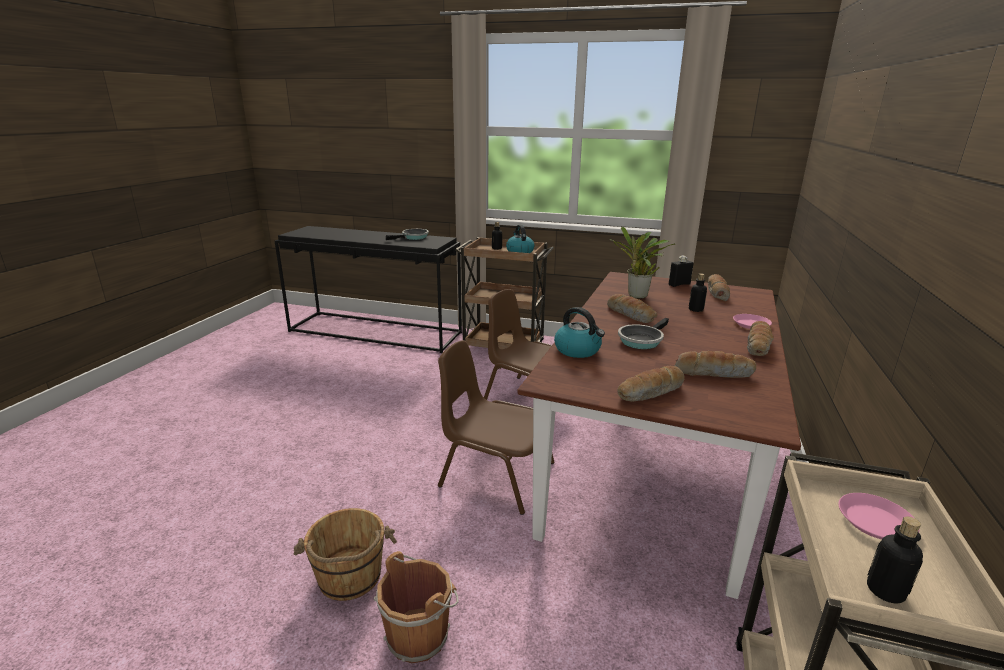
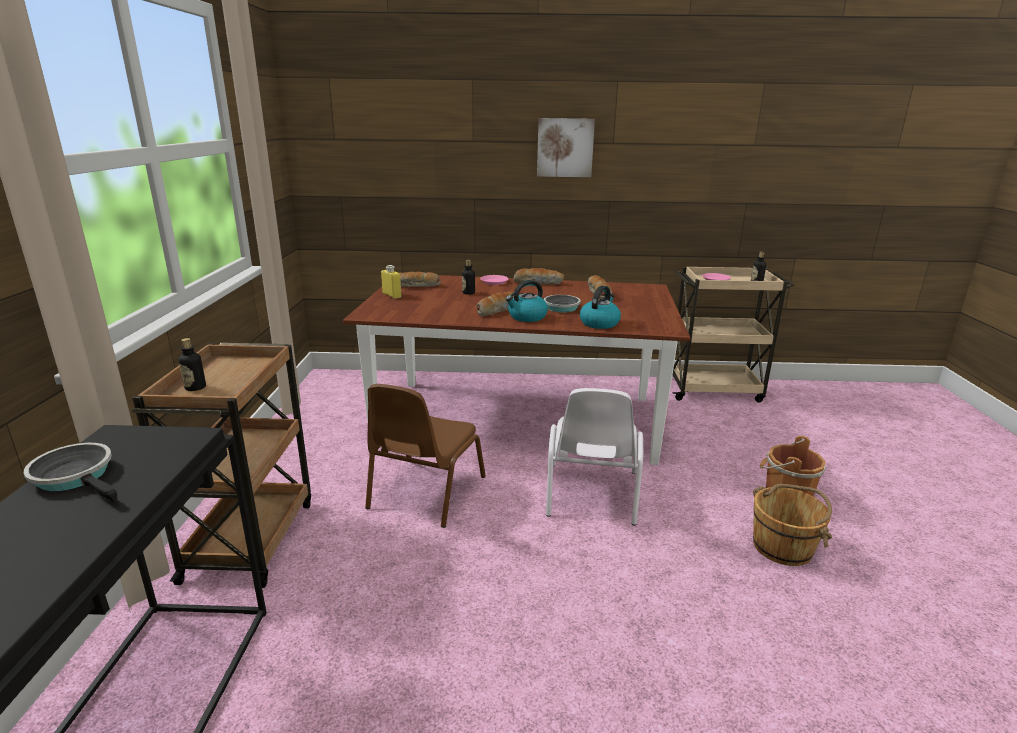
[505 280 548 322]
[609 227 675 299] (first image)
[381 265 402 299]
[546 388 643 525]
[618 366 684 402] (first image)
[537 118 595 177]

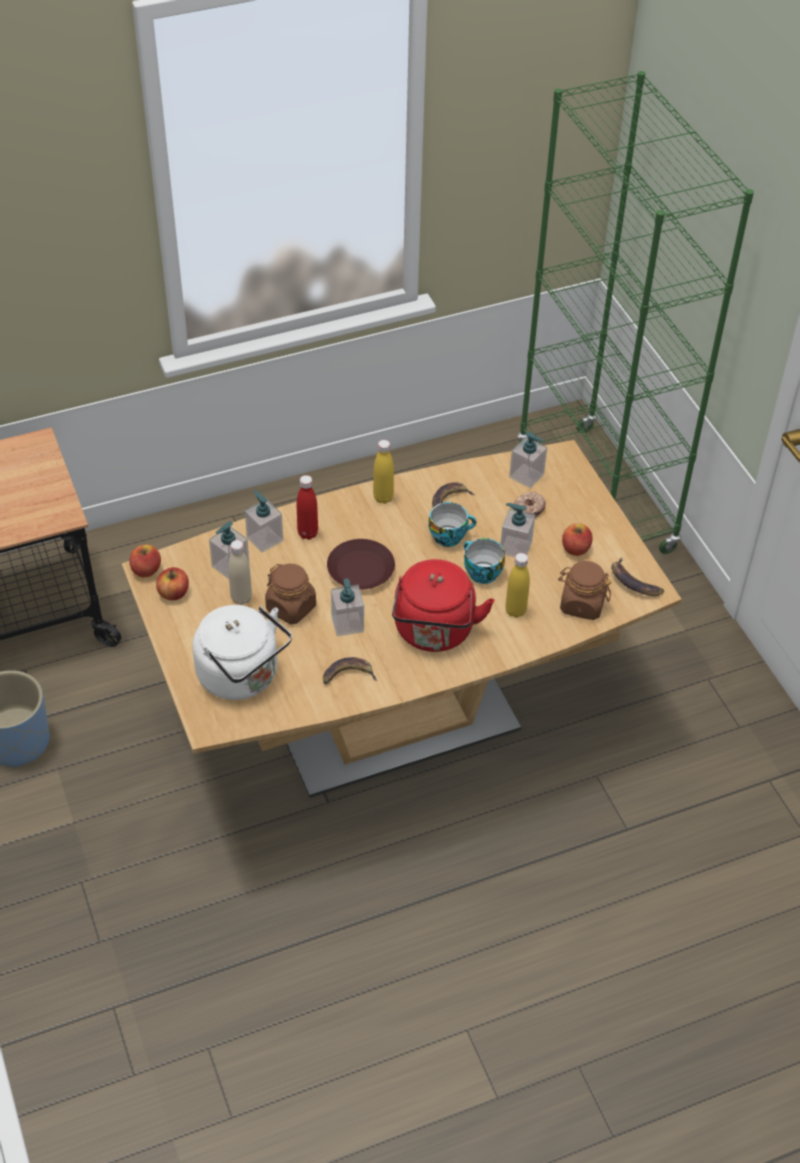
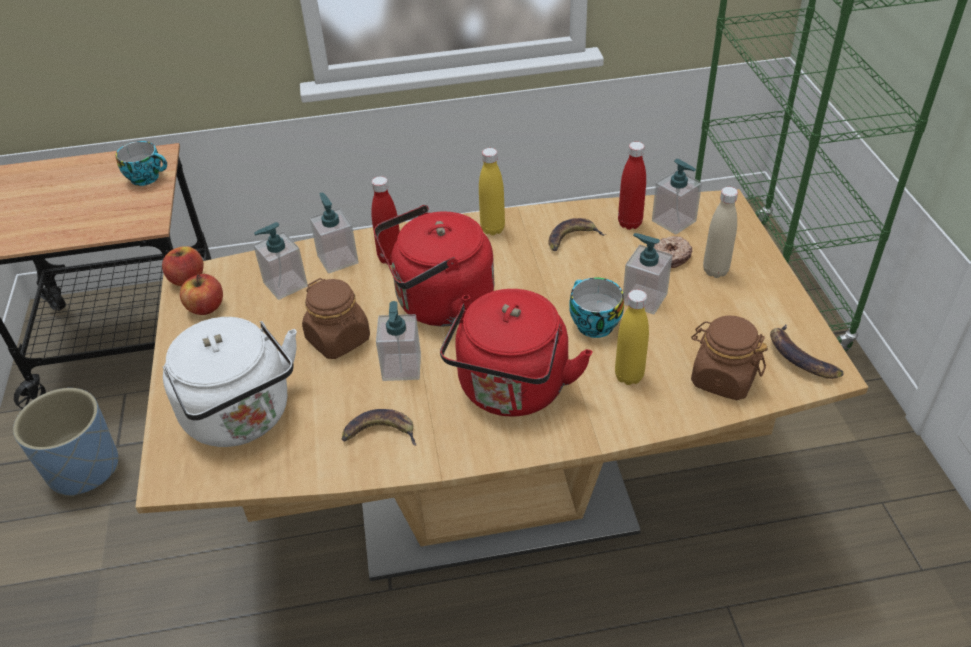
[116 141 167 186]
[562 523 593 556] (first image)
[374 205 494 326]
[703 187 738 278]
[618 142 646 230]

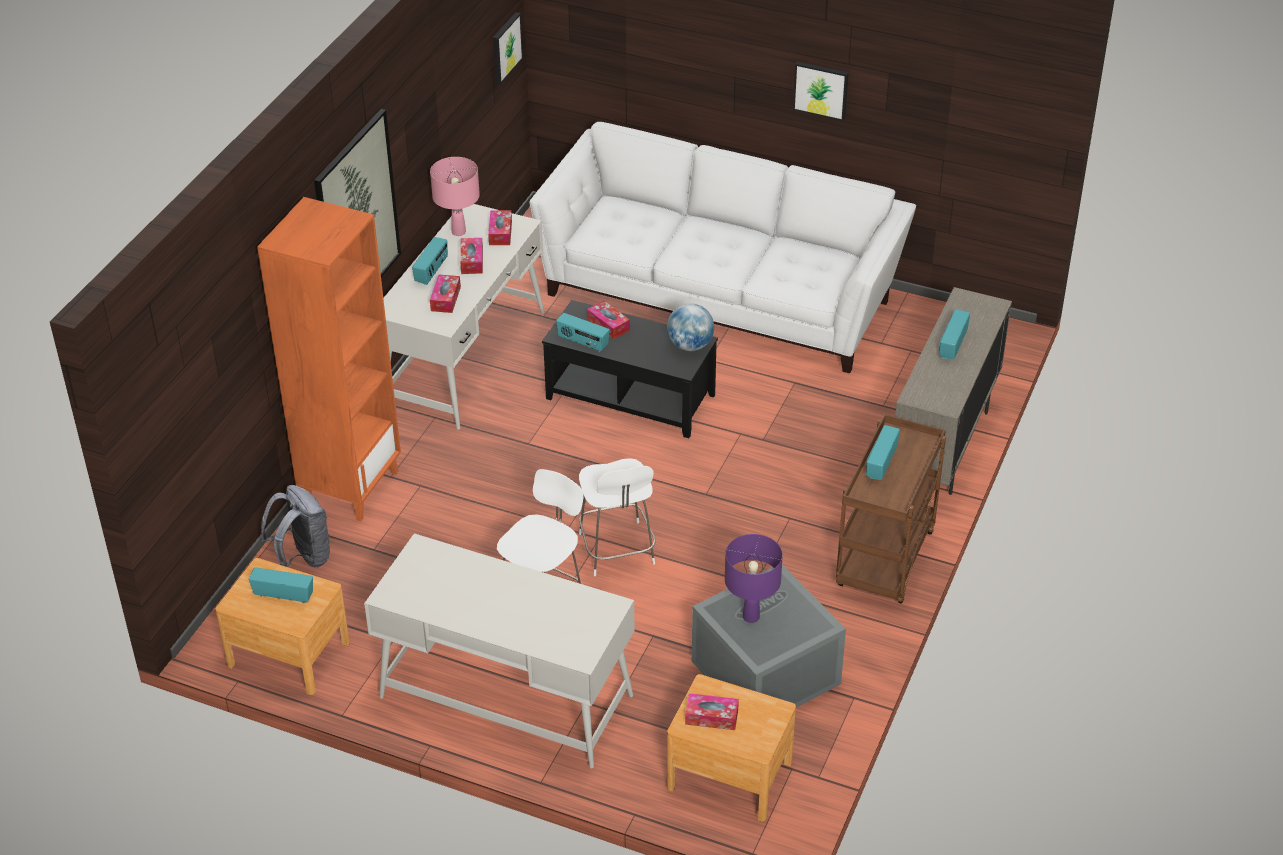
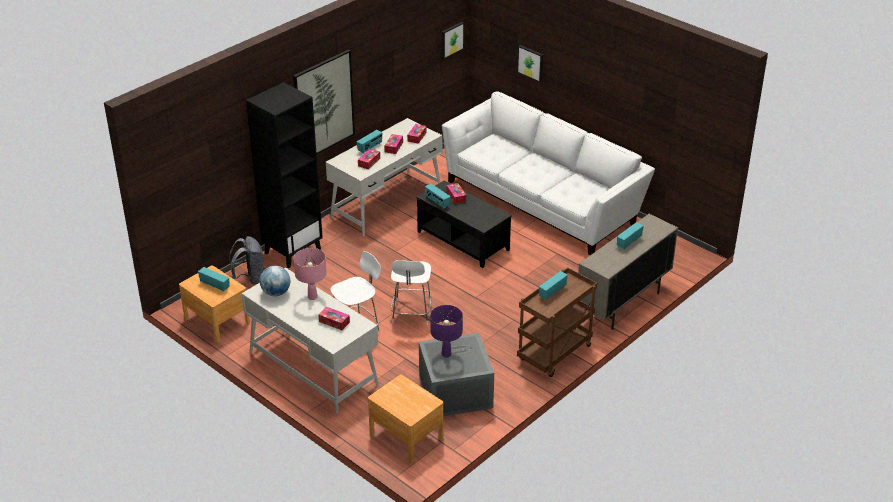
[517 45 543 82]
[293 248 327 300]
[246 82 323 268]
[260 266 290 296]
[318 307 350 330]

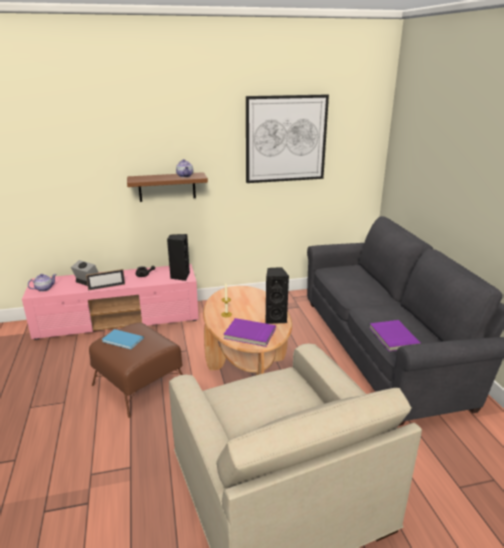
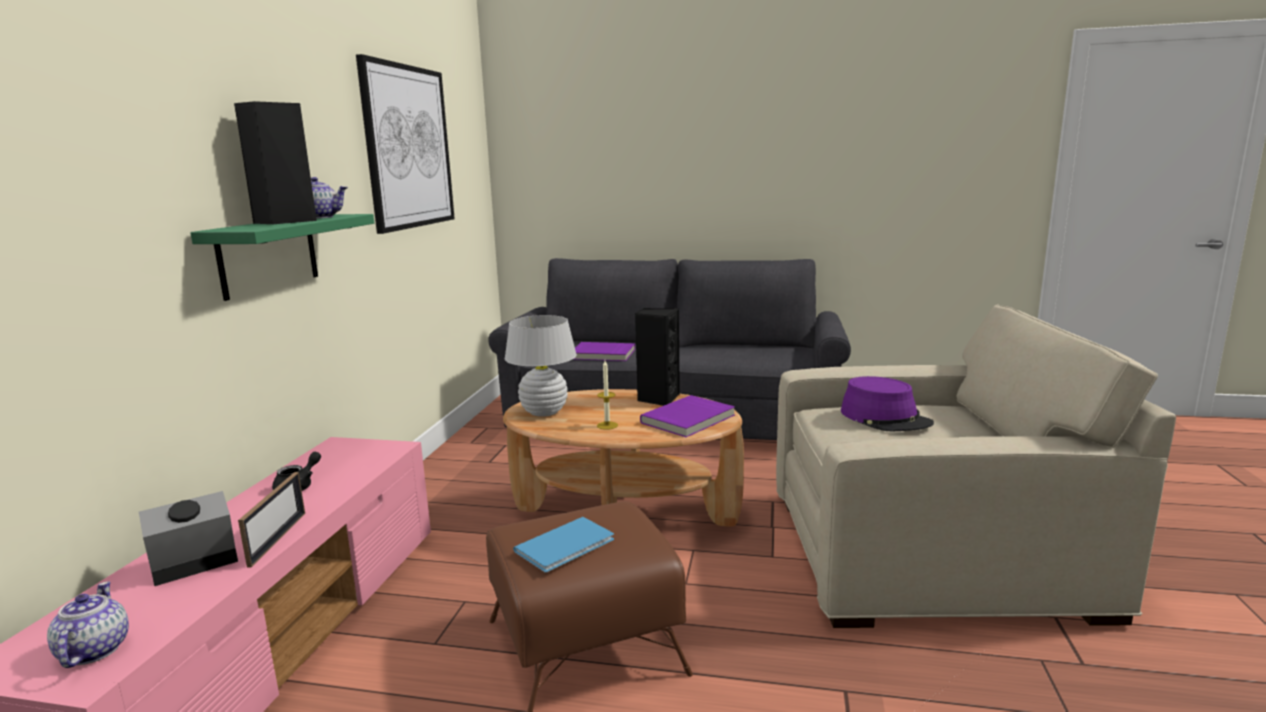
[190 214 374 301]
[234 101 317 224]
[574 342 635 361]
[505 315 577 417]
[841 376 934 431]

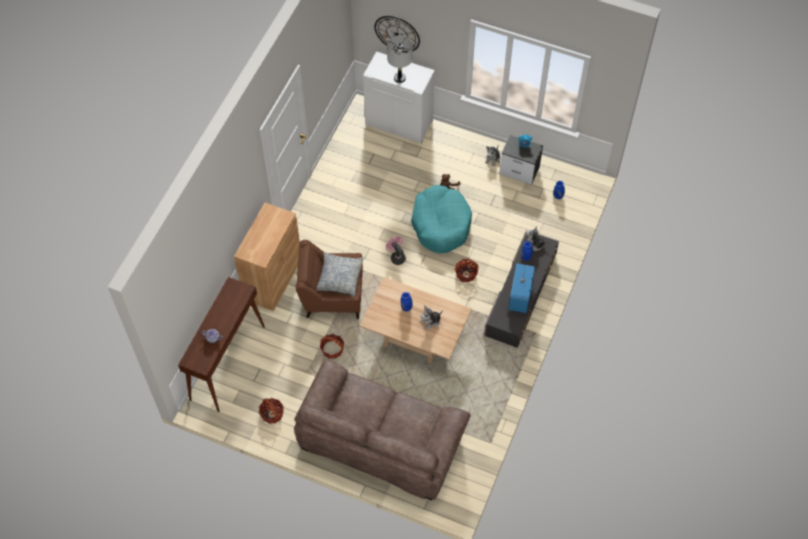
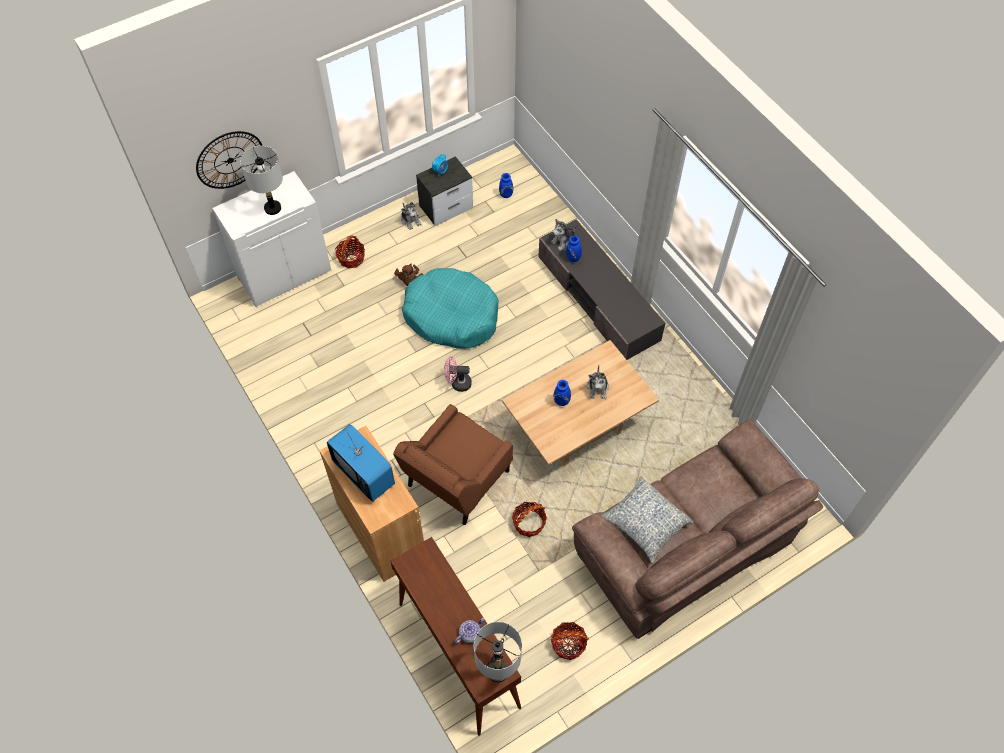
[602 476 694 563]
[335 235 365 269]
[327 424 395 502]
[474 622 522 683]

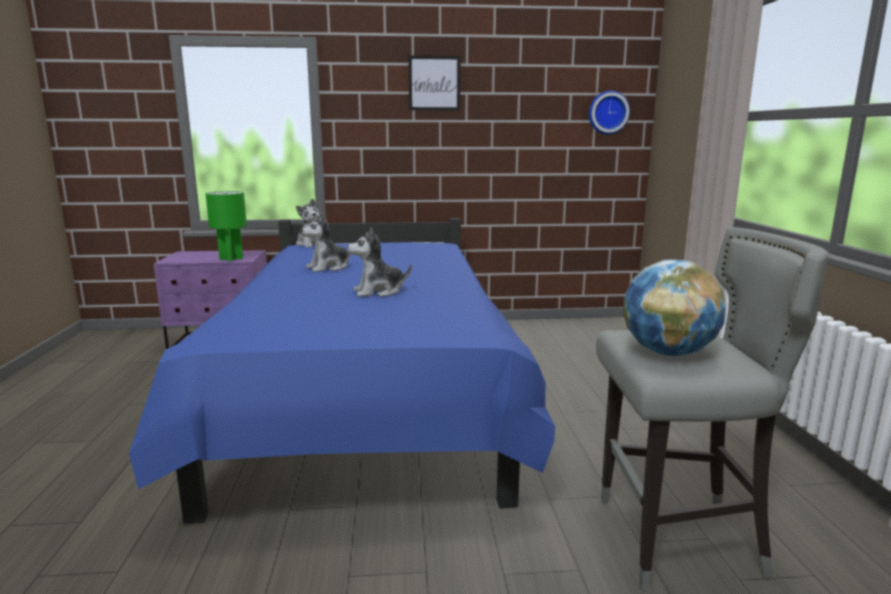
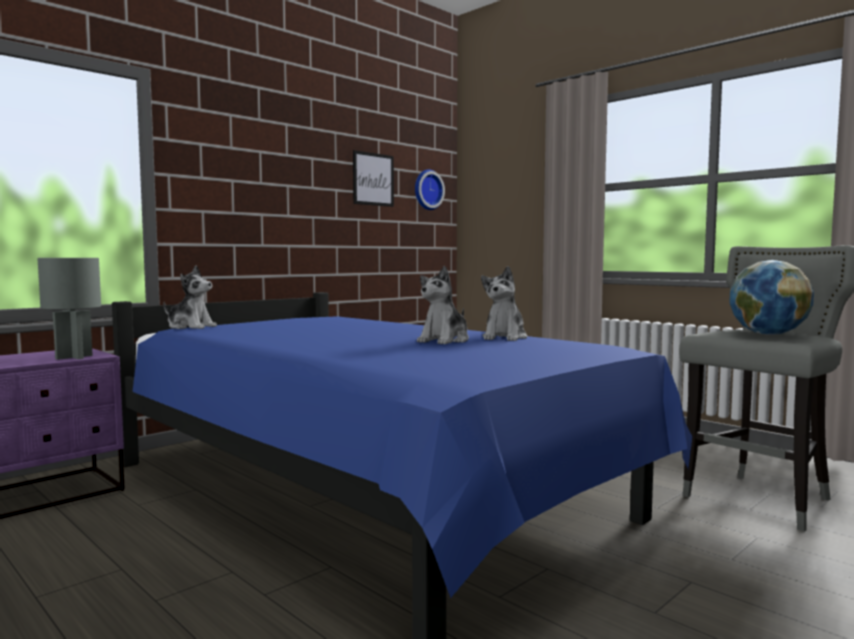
[353 150 394 207]
[37 258 101 360]
[481 266 527 341]

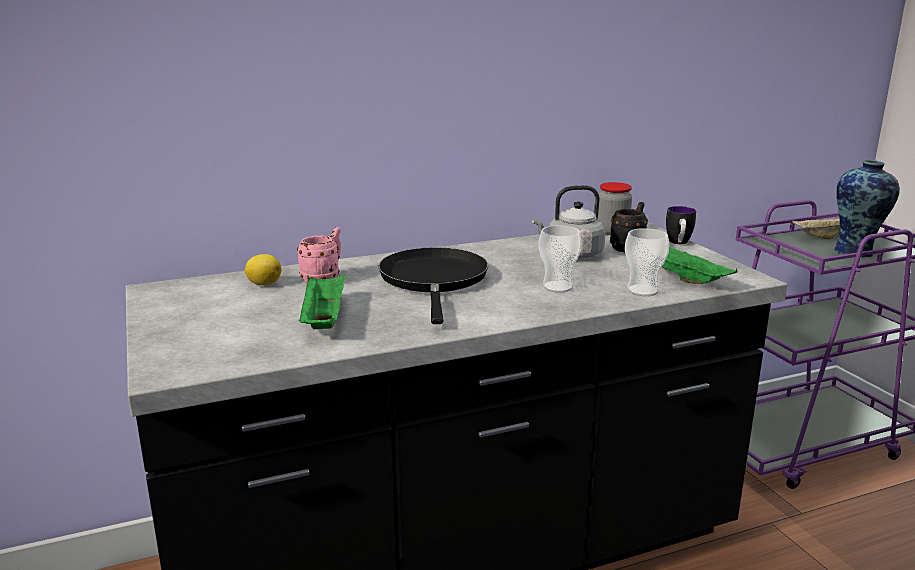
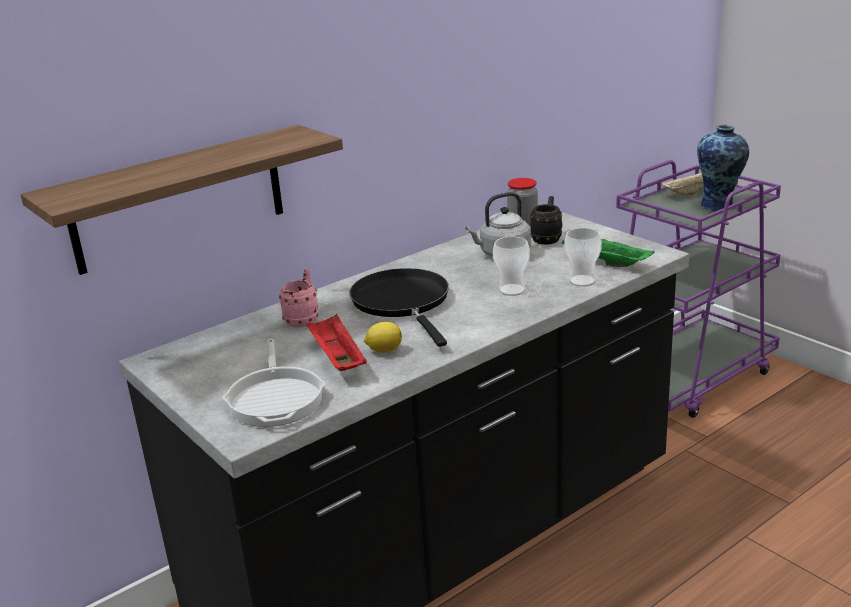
[666 206 696 244] (first image)
[364 322 402 353]
[306 314 367 371]
[21 125 343 275]
[223 339 326 427]

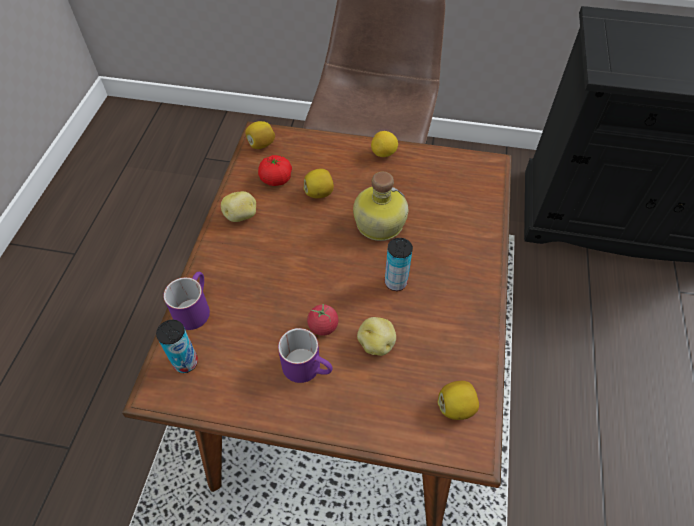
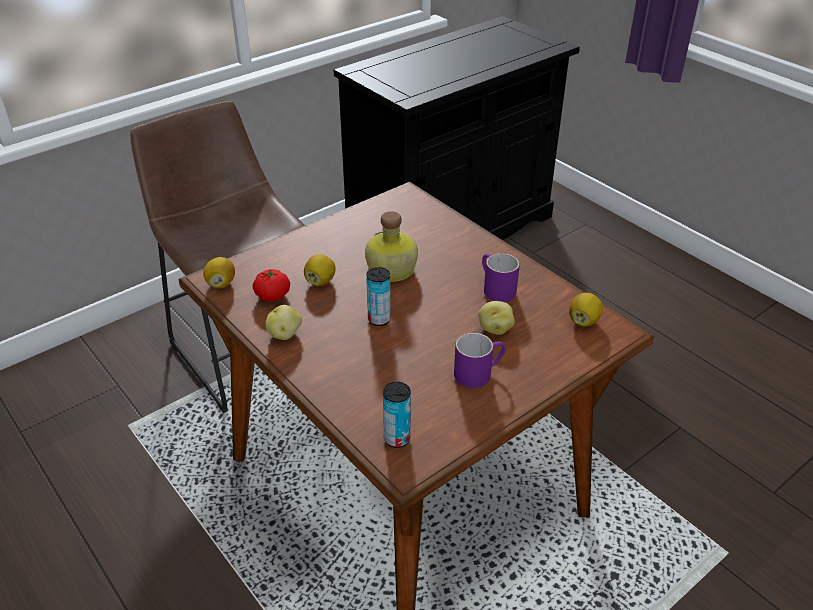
[371 131 398 157] (first image)
[366 267 391 326]
[482 253 520 302]
[307 304 338 336] (first image)

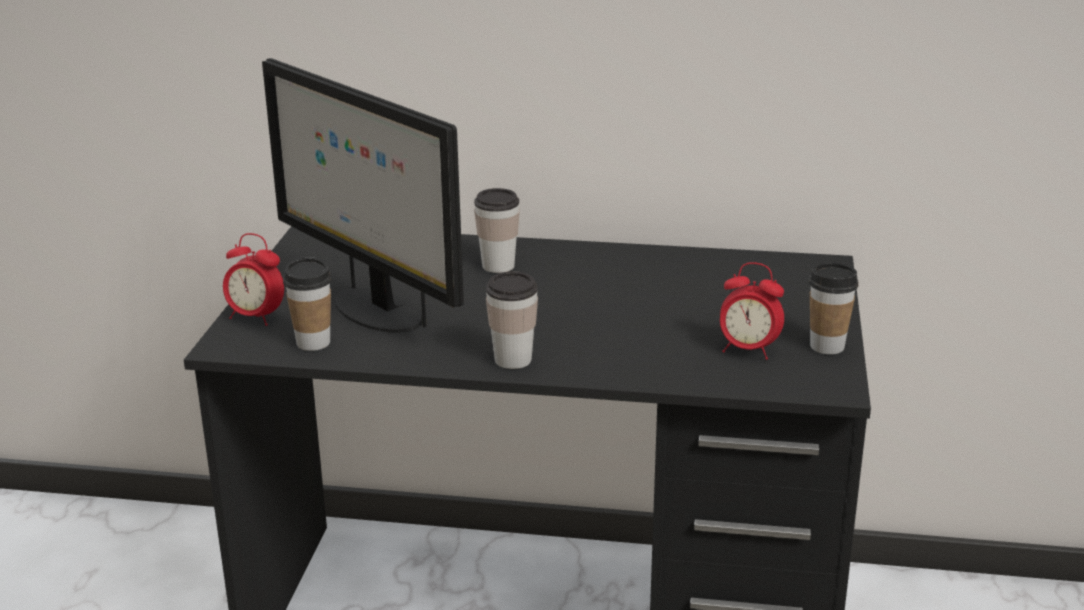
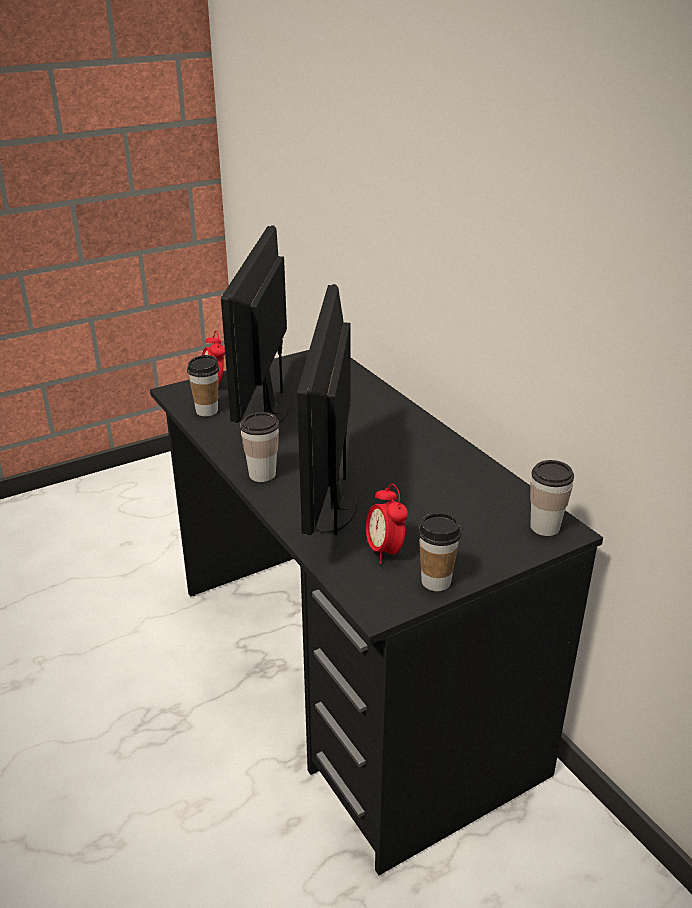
[530 460 574 536]
[297 284 358 535]

